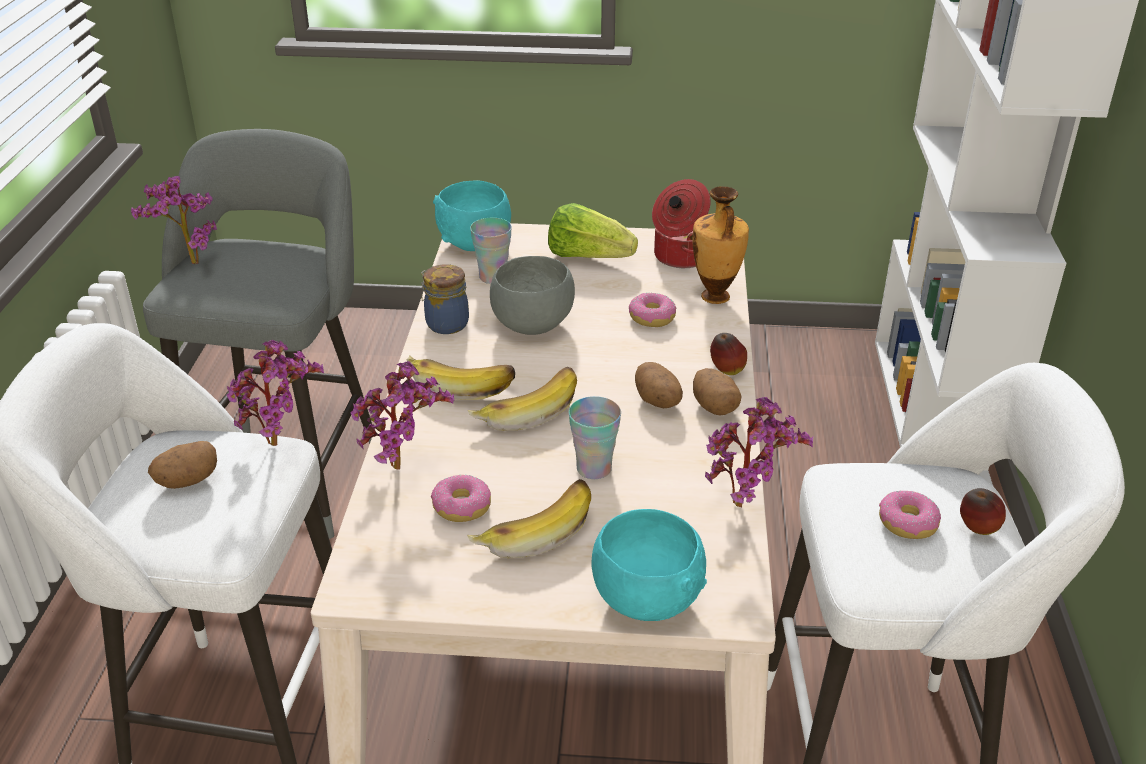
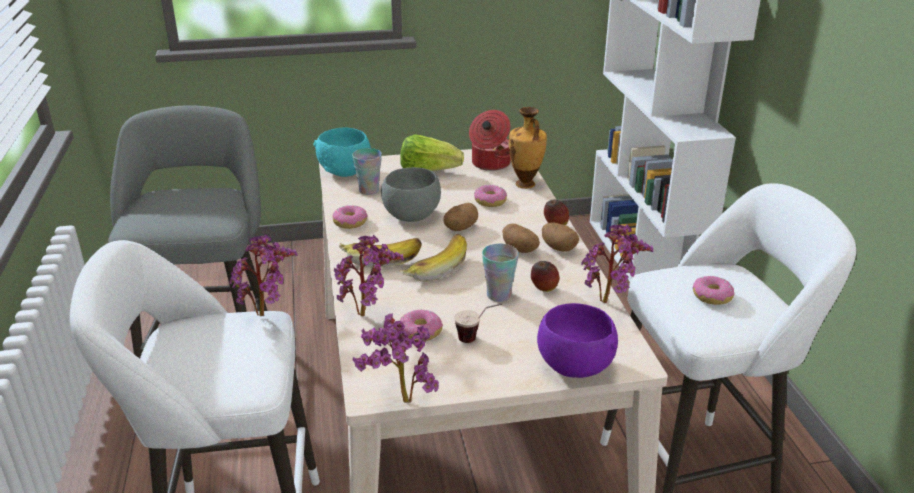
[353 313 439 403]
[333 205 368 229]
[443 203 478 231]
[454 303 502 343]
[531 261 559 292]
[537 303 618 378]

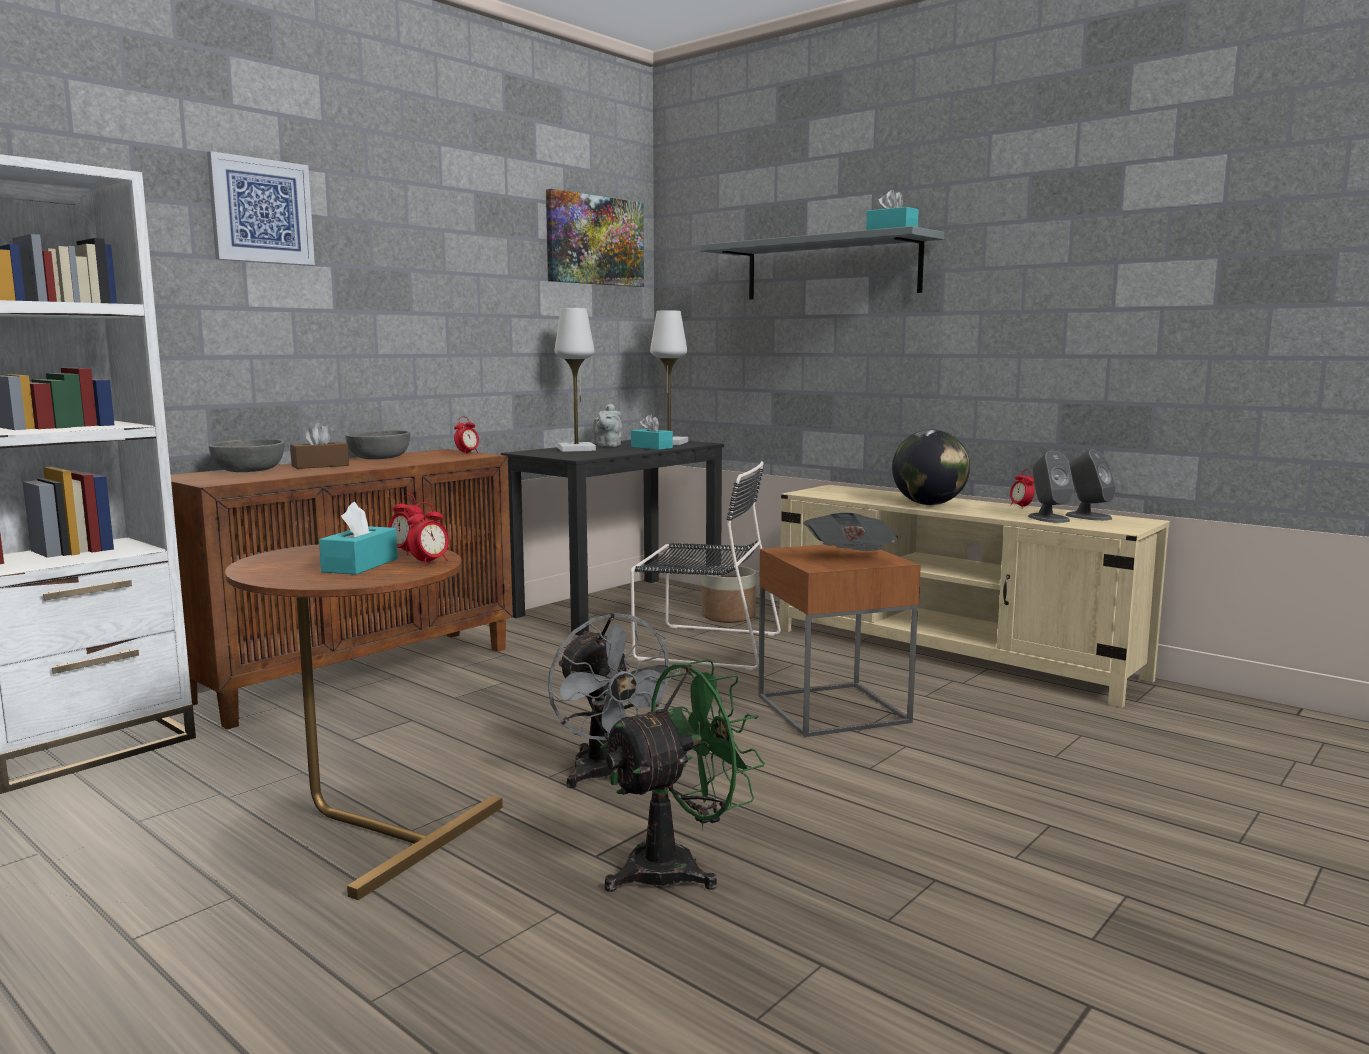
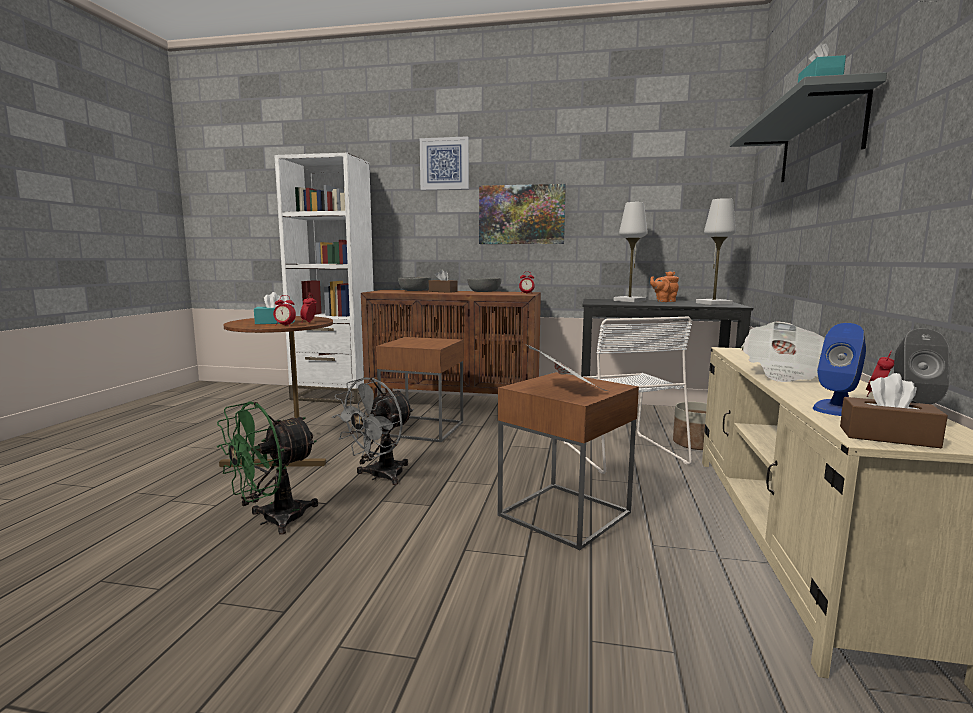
[479 184 566 244]
[650 271 679 302]
[631 414 673 450] (first image)
[741 322 825 382]
[813 323 866 416]
[564 316 692 474]
[217 401 318 534]
[376 337 463 442]
[840 373 948 448]

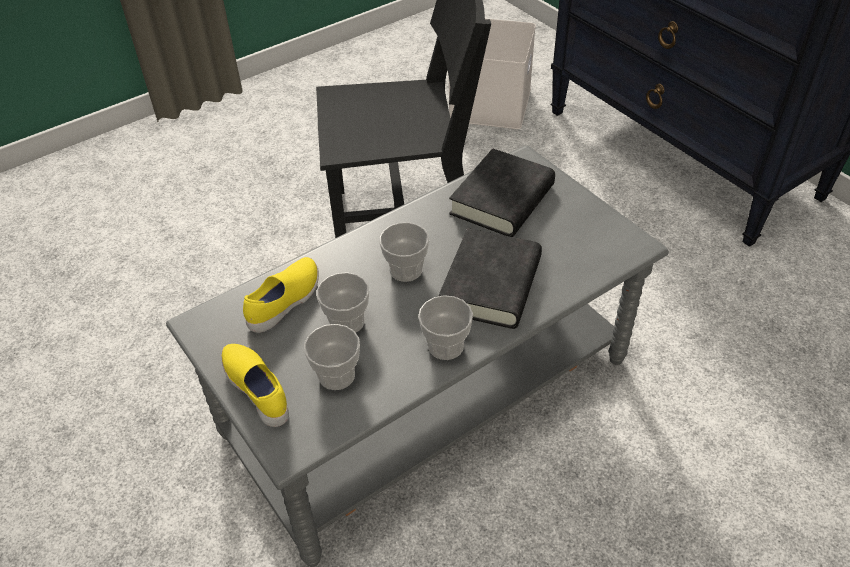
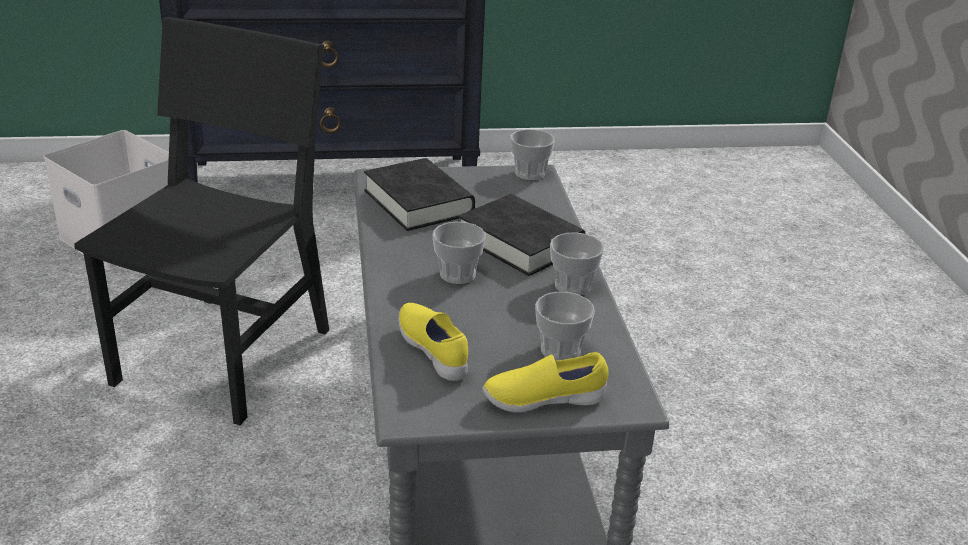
[510 129 555 180]

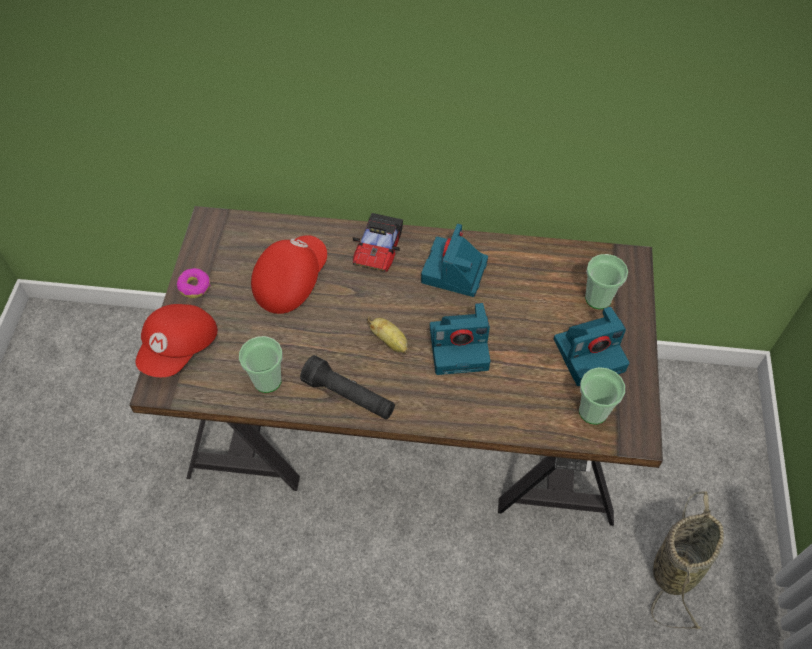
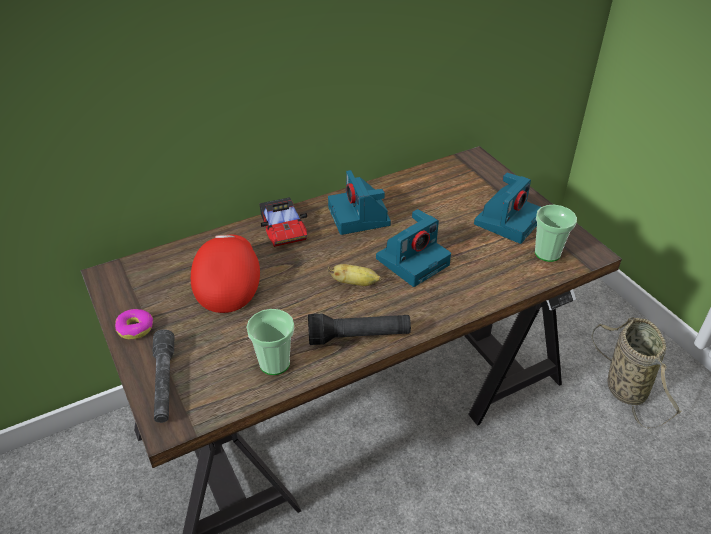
[585 254 628 309] (first image)
[153 329 174 423]

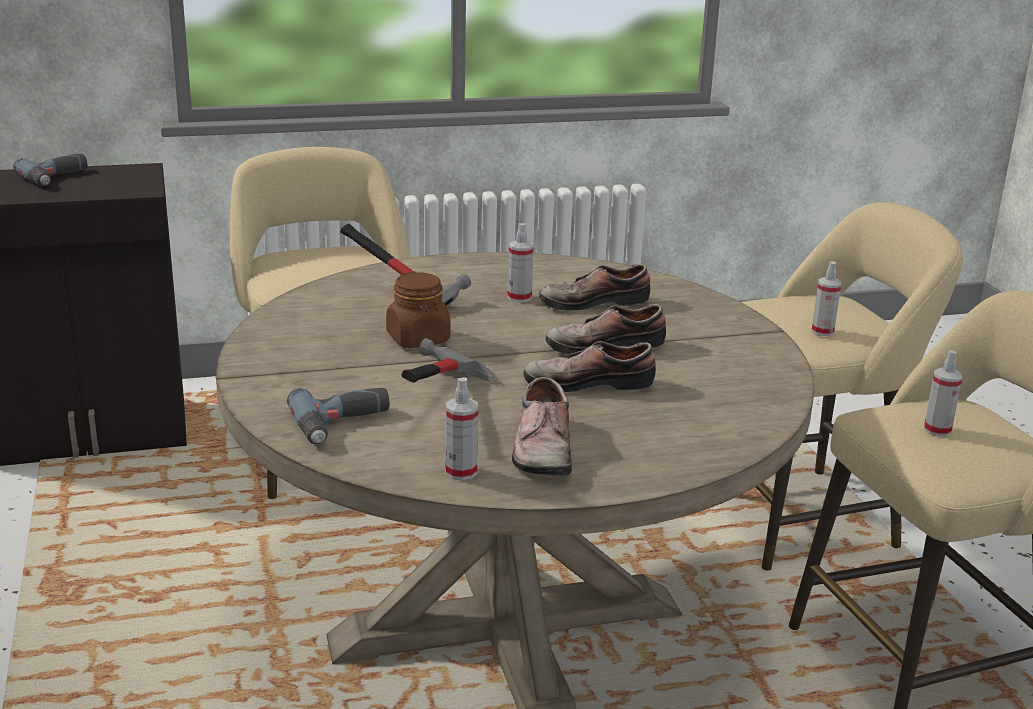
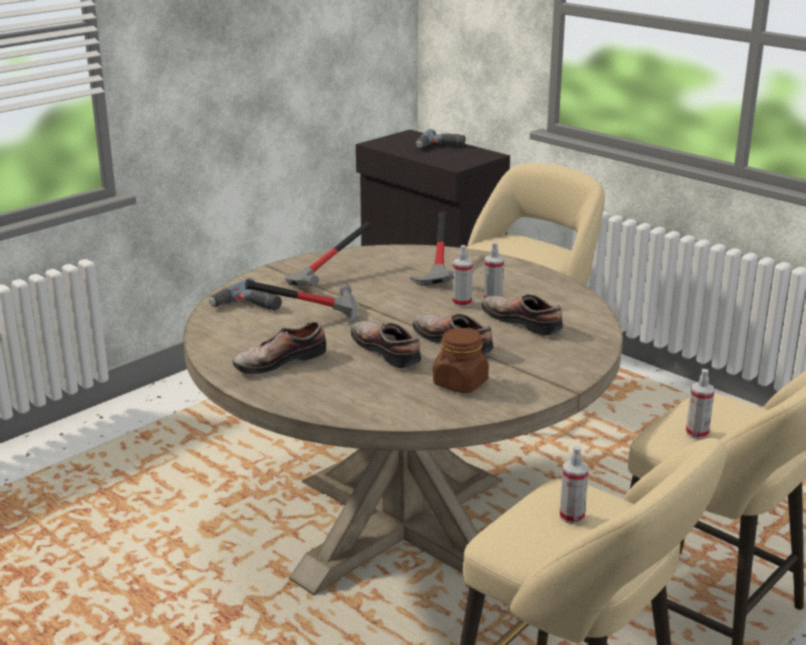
[433 327 489 393]
[453 245 473 307]
[285 222 371 286]

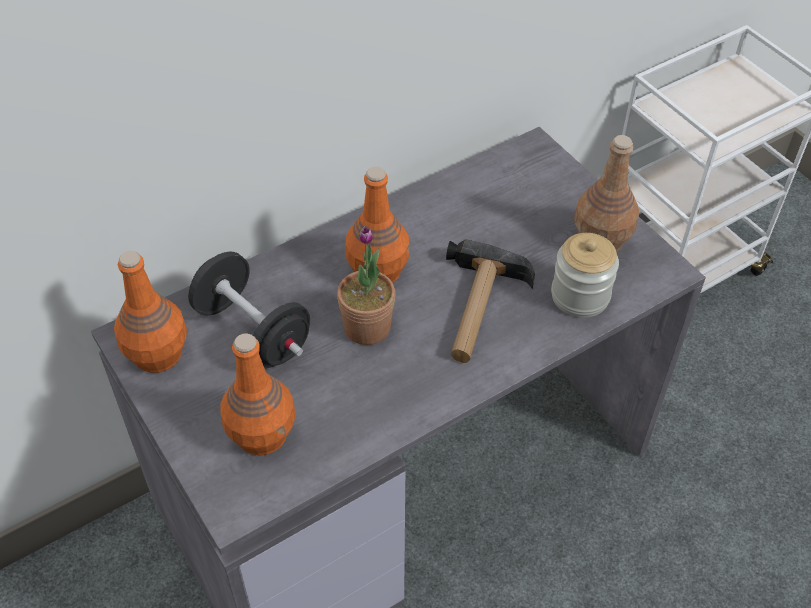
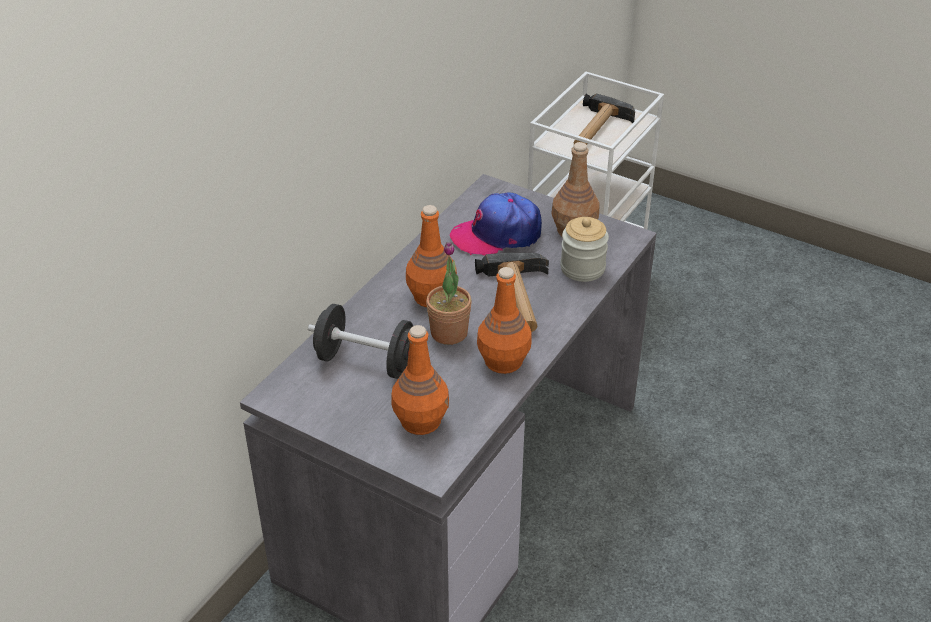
[477 267 532 374]
[574 94 635 145]
[450 192 542 256]

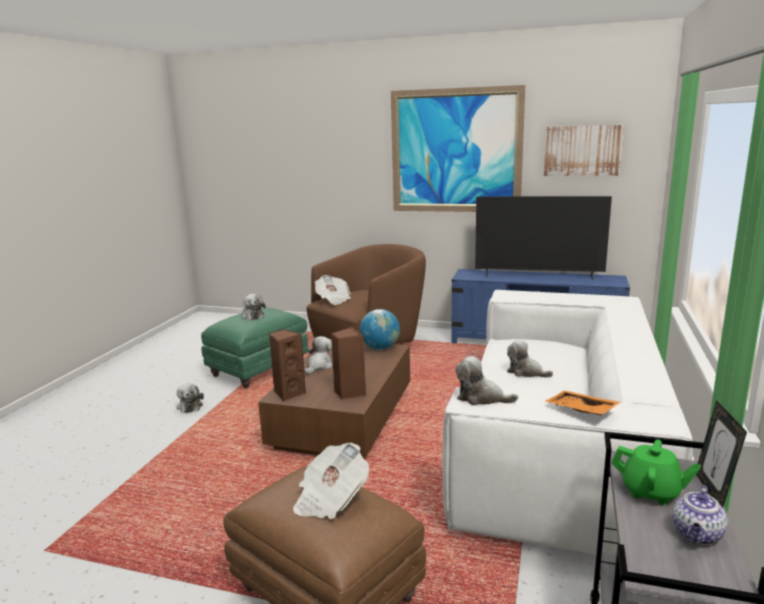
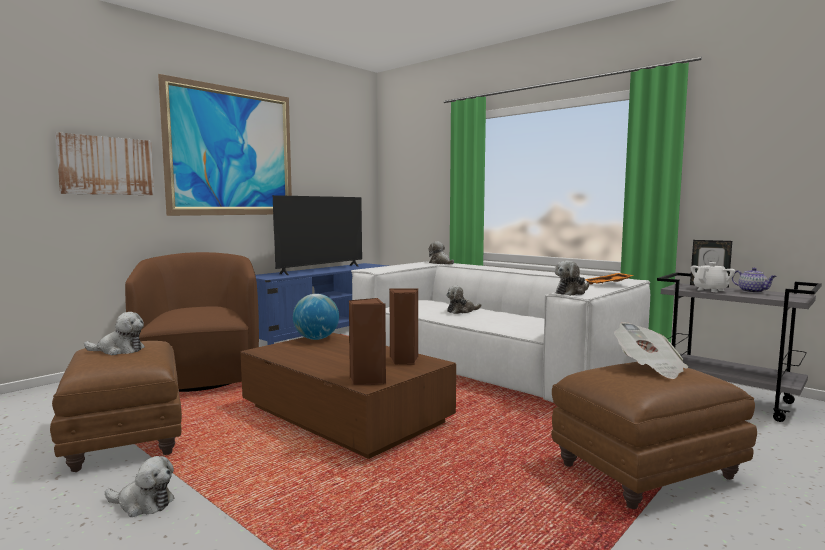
[55 132 154 195]
[315 275 351 305] (first image)
[50 341 182 472]
[429 241 454 264]
[691 262 735 292]

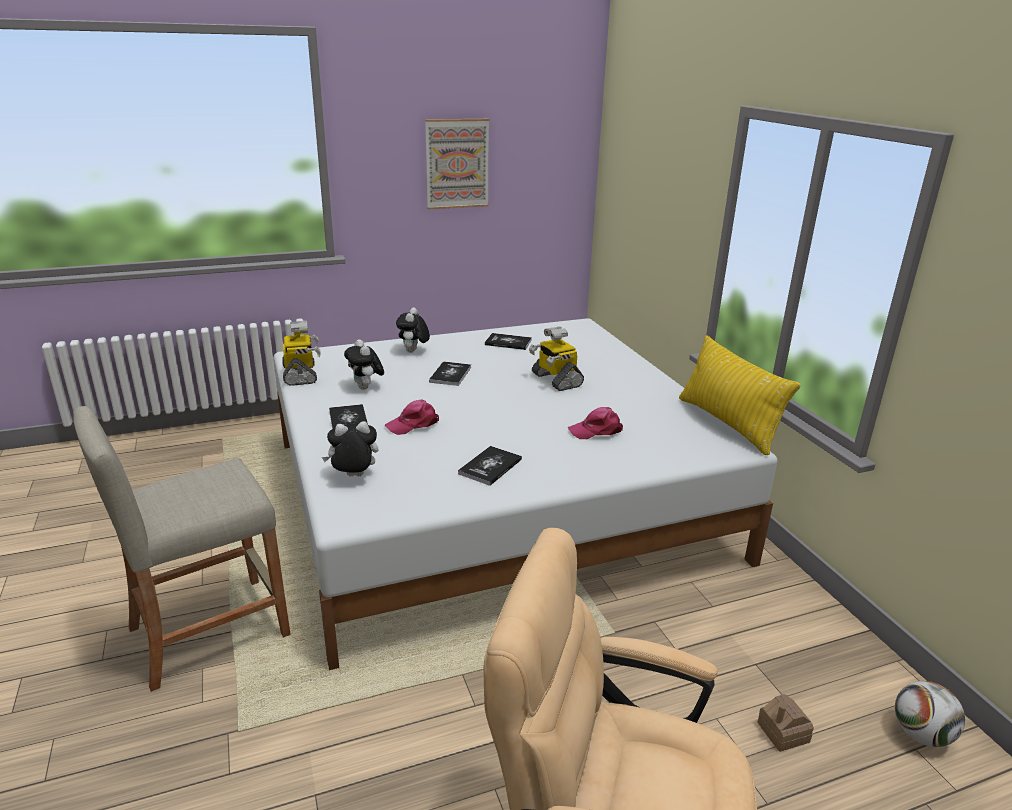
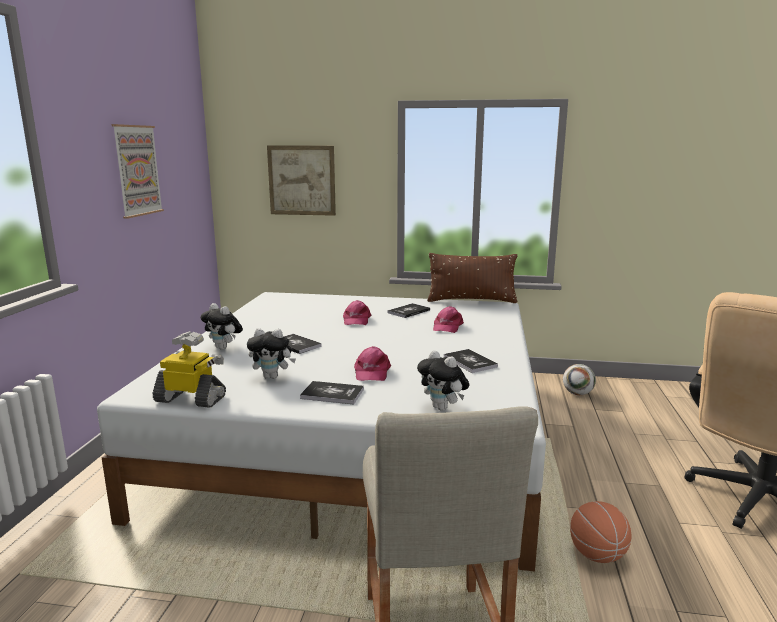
[343 300 371 325]
[387 303 430 318]
[427 253 518 303]
[417 350 469 411]
[563 364 596 395]
[757 694 814 752] (first image)
[267 146 336 216]
[570 501 632 563]

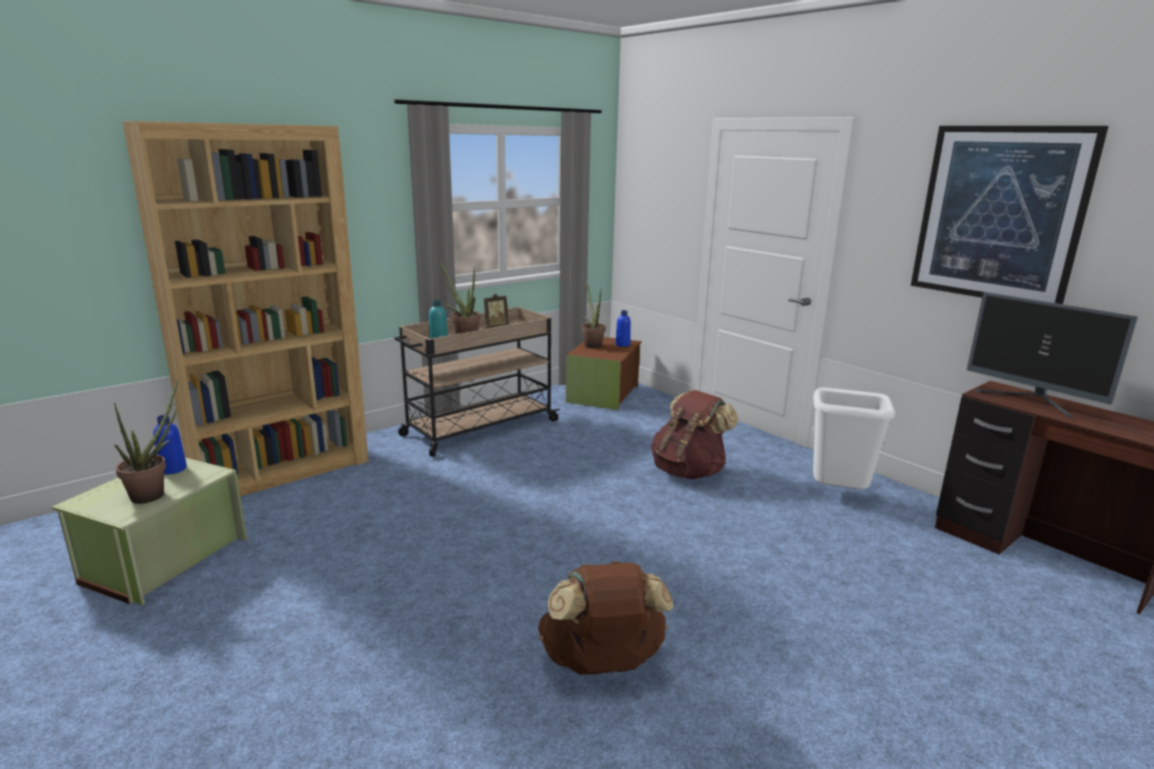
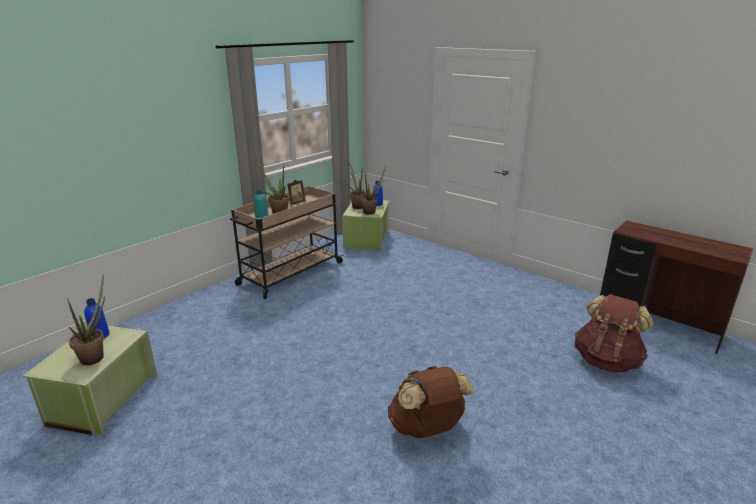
[123 121 368 496] (first image)
[911 126 1109 304] (first image)
[967 292 1138 419] (first image)
[342 200 389 251]
[813 387 895 489] (first image)
[575 295 653 373]
[361 167 386 215]

